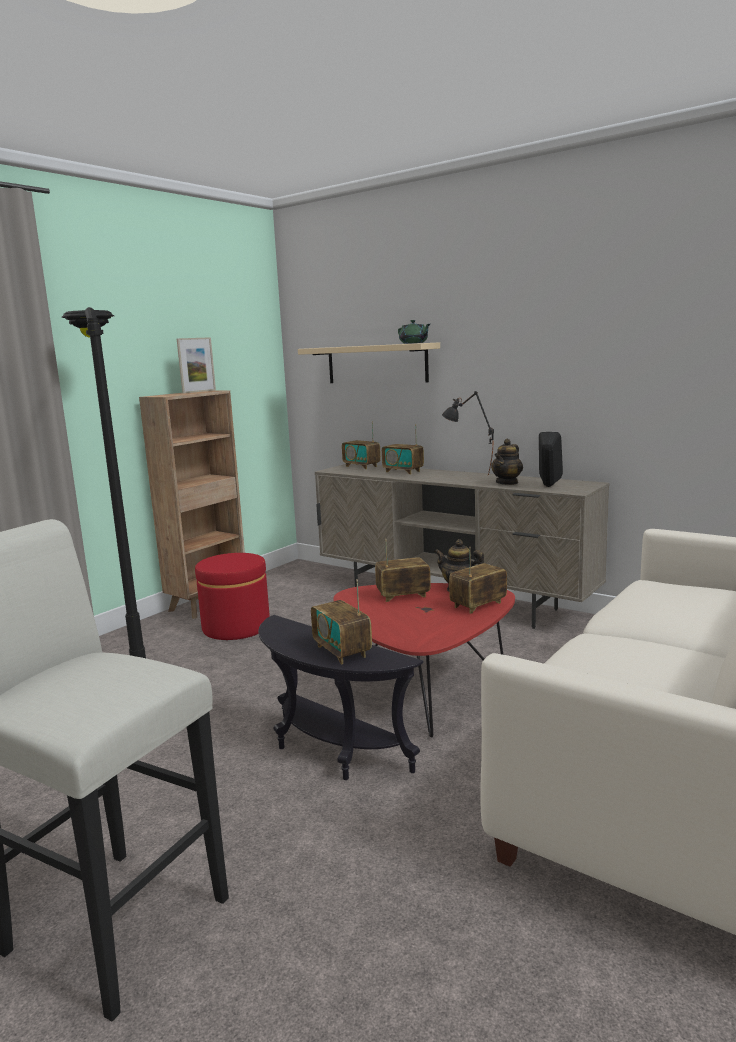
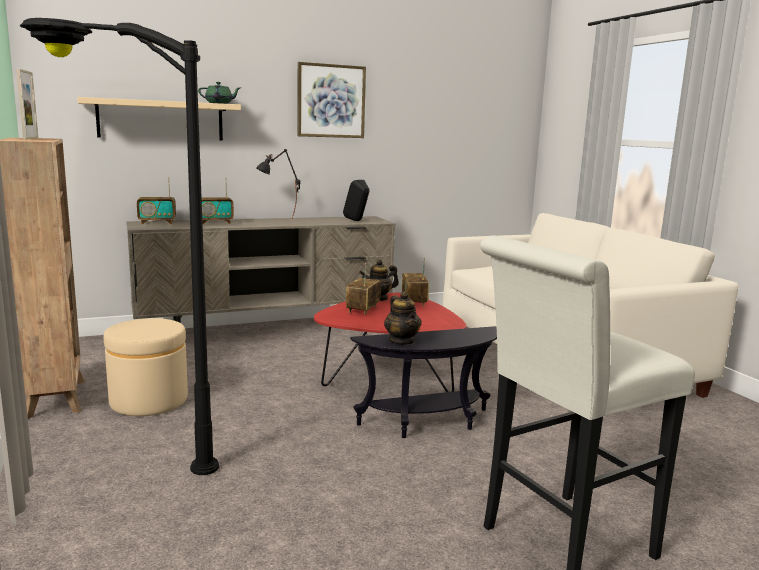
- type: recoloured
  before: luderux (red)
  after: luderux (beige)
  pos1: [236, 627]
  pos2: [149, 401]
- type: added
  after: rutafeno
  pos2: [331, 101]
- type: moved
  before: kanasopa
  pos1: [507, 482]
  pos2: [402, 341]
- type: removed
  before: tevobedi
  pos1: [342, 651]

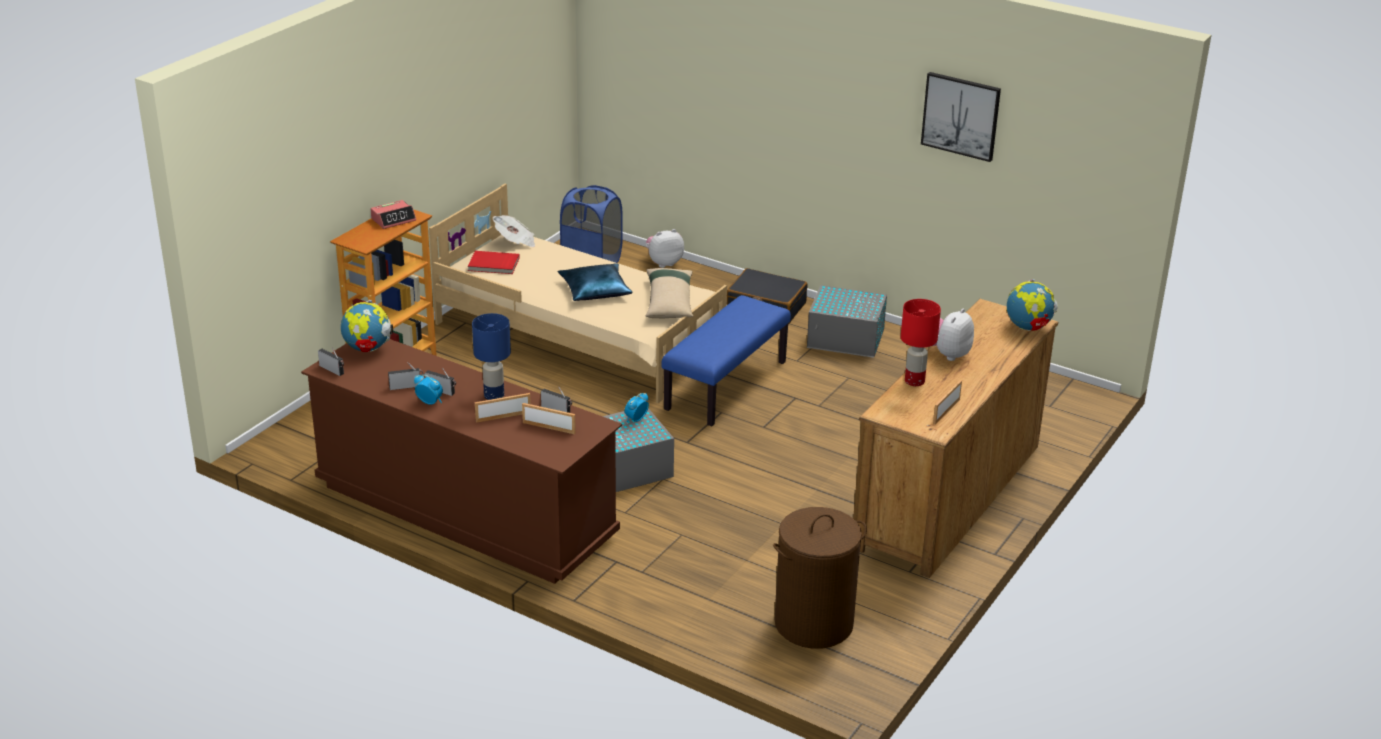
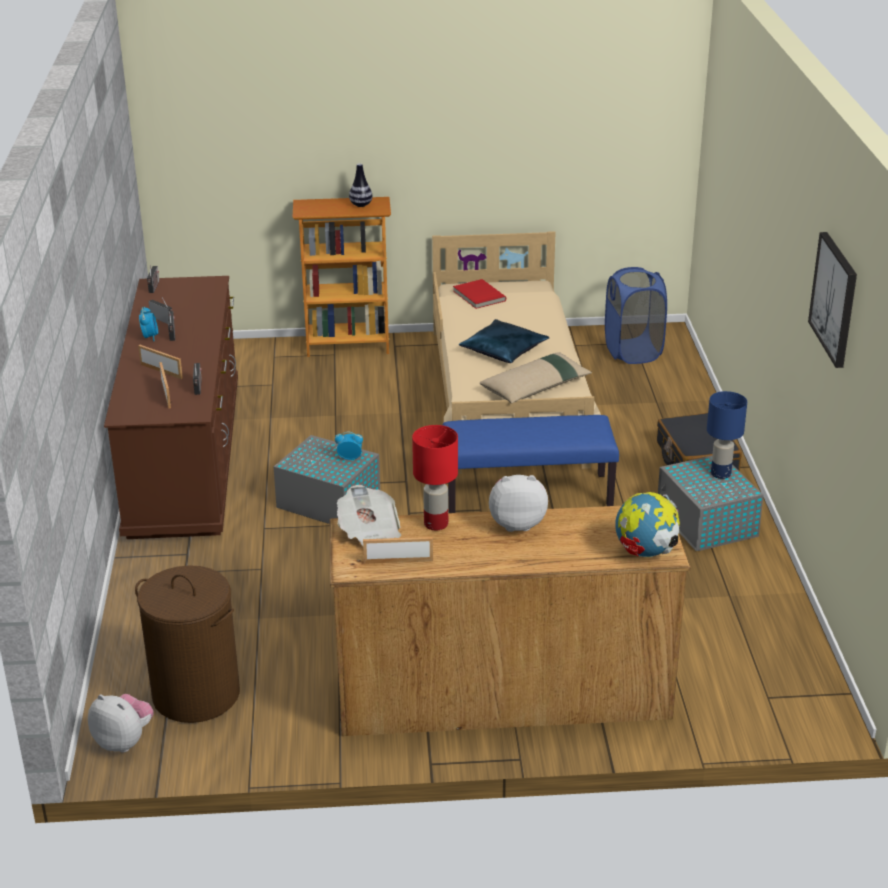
- type: moved
  before: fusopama
  pos1: [664, 263]
  pos2: [124, 741]
- type: moved
  before: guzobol
  pos1: [515, 242]
  pos2: [369, 534]
- type: replaced
  before: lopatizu
  after: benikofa
  pos1: [393, 219]
  pos2: [361, 205]
- type: moved
  before: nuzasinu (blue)
  pos1: [494, 395]
  pos2: [721, 473]
- type: removed
  before: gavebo
  pos1: [367, 349]

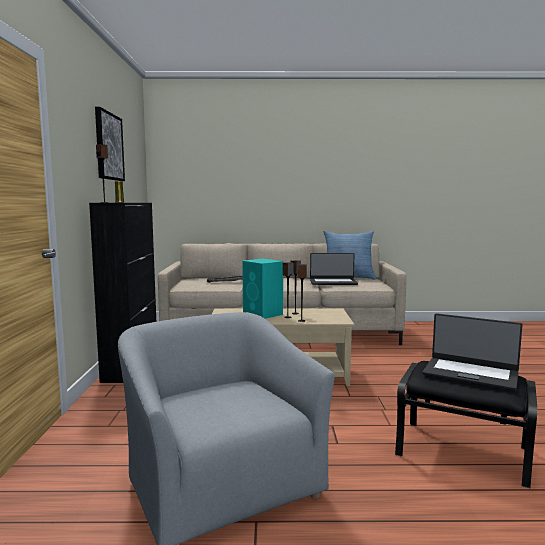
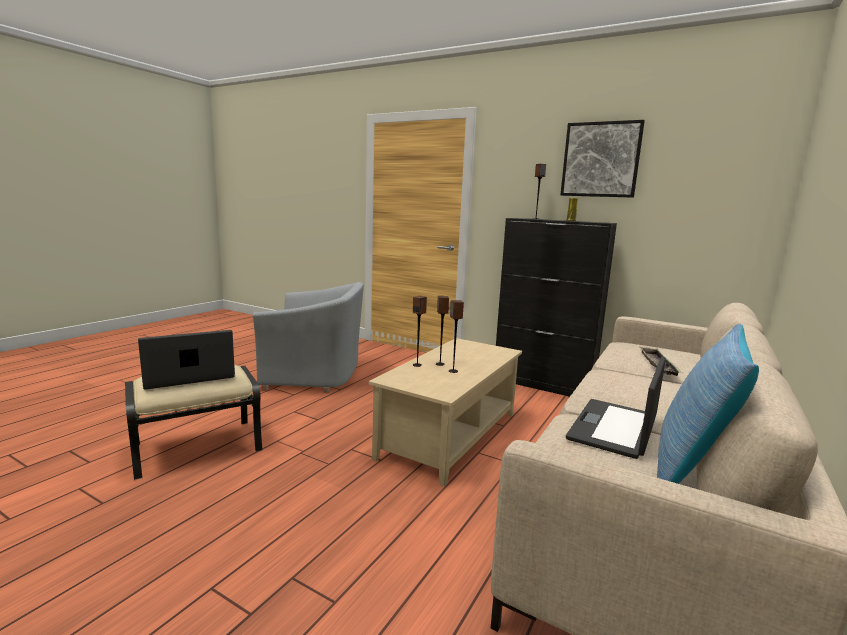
- type: recoloured
  before: luderux (black)
  after: luderux (beige)
  pos1: [463, 451]
  pos2: [196, 448]
- type: removed
  before: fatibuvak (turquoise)
  pos1: [263, 314]

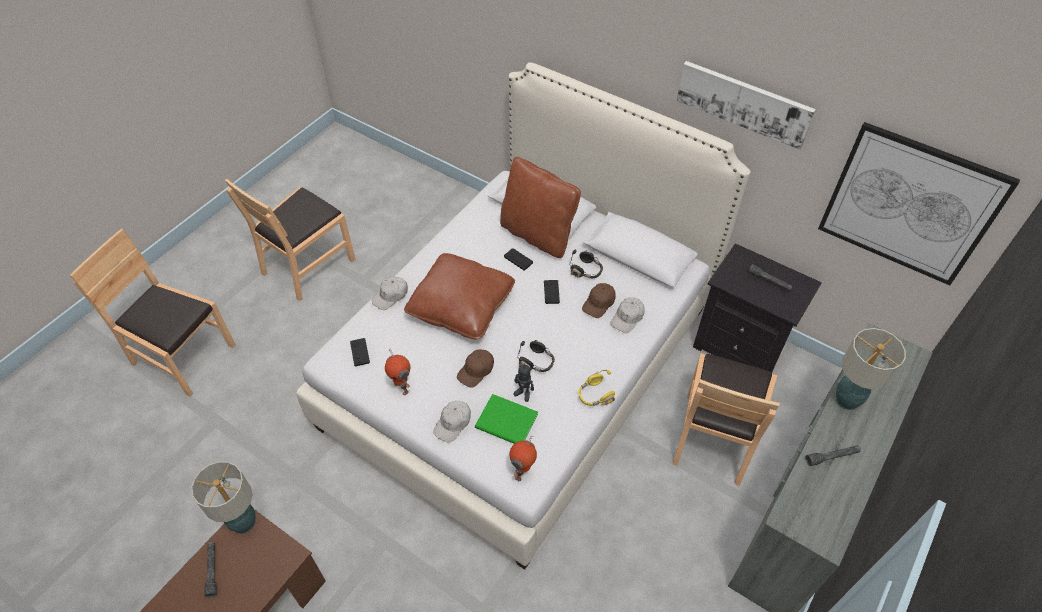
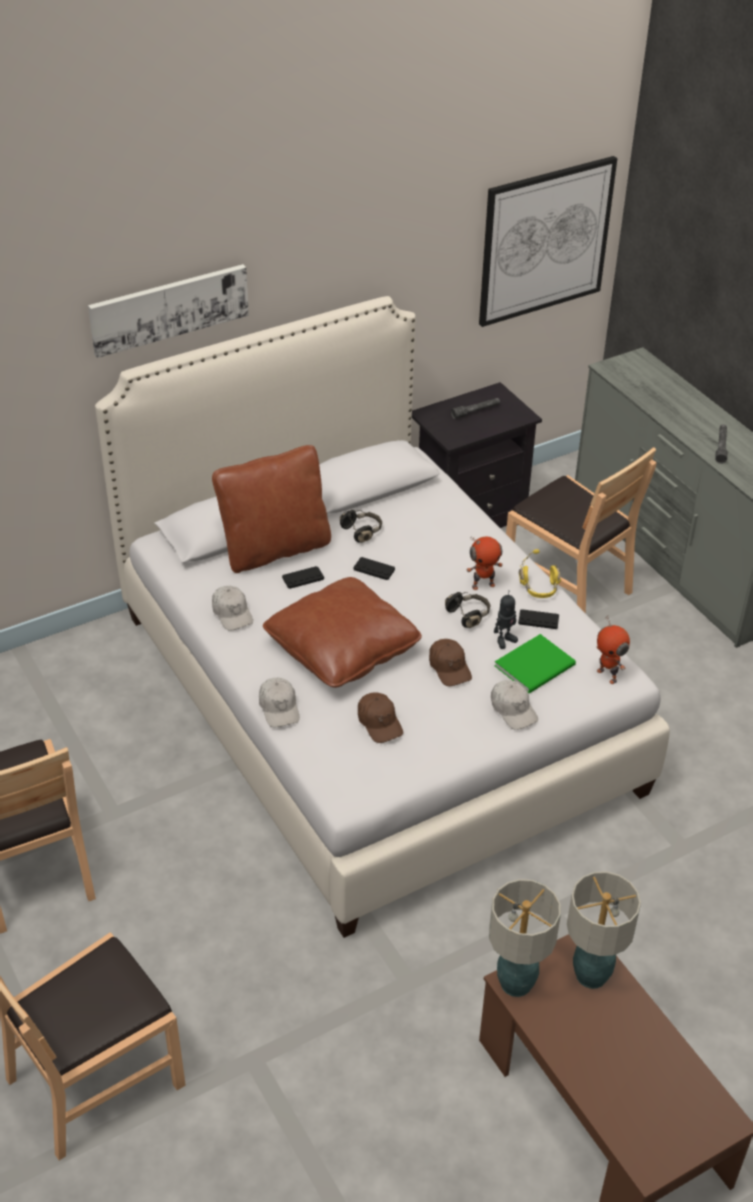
- type: moved
  before: rutafeno
  pos1: [744, 103]
  pos2: [169, 308]
- type: moved
  before: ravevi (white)
  pos1: [627, 318]
  pos2: [232, 613]
- type: moved
  before: ravevi (brown)
  pos1: [599, 303]
  pos2: [379, 722]
- type: moved
  before: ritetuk
  pos1: [402, 387]
  pos2: [483, 585]
- type: moved
  before: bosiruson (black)
  pos1: [360, 352]
  pos2: [538, 620]
- type: moved
  before: nuzasinu
  pos1: [847, 400]
  pos2: [591, 974]
- type: removed
  before: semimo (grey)
  pos1: [212, 570]

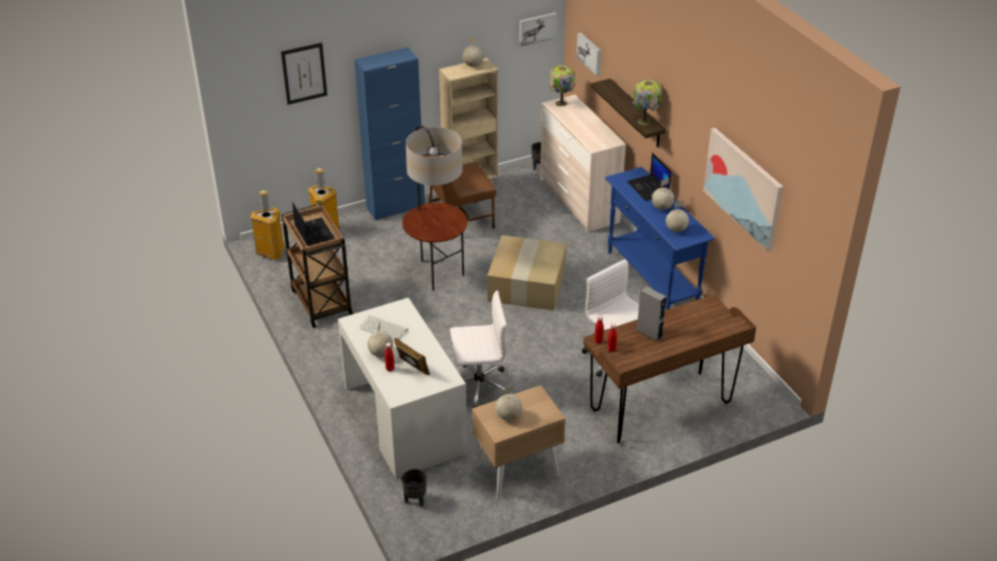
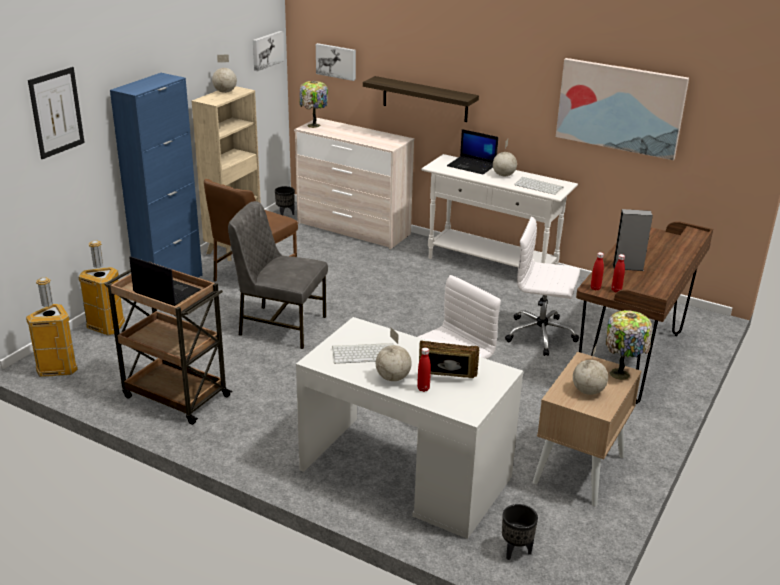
- type: replaced
  before: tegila
  after: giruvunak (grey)
  pos1: [436, 273]
  pos2: [281, 326]
- type: recoloured
  before: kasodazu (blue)
  after: kasodazu (white)
  pos1: [651, 279]
  pos2: [491, 266]
- type: replaced
  before: gavebo
  after: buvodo
  pos1: [676, 230]
  pos2: [539, 186]
- type: moved
  before: nuzasinu
  pos1: [644, 122]
  pos2: [621, 374]
- type: removed
  before: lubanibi
  pos1: [526, 284]

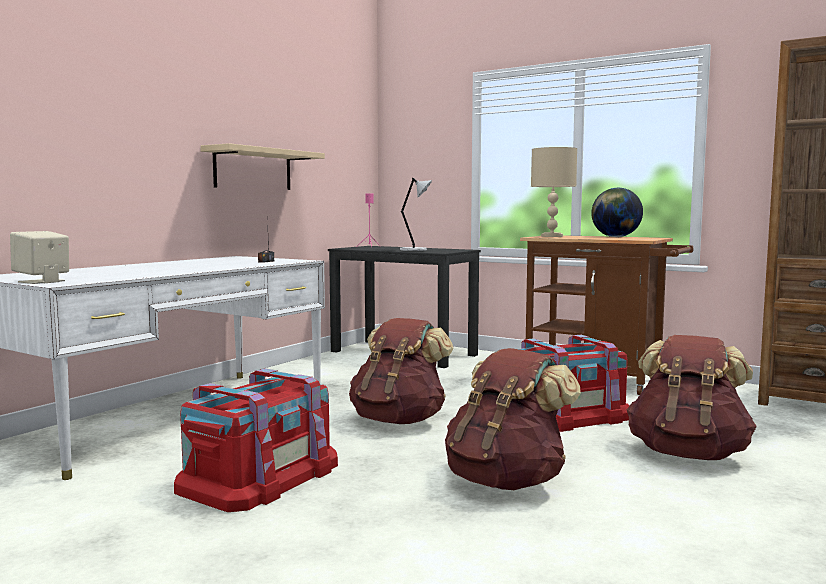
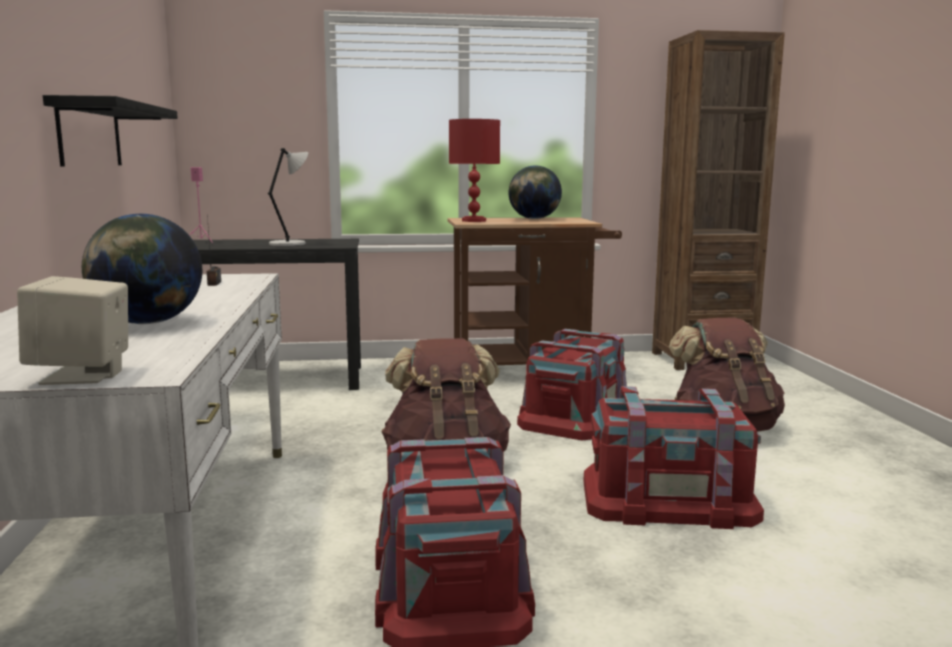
- type: recoloured
  before: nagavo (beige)
  after: nagavo (black)
  pos1: [253, 169]
  pos2: [90, 134]
- type: added
  after: gavebo
  pos2: [147, 323]
- type: recoloured
  before: nuzasinu (beige)
  after: nuzasinu (red)
  pos1: [552, 236]
  pos2: [474, 221]
- type: replaced
  before: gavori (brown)
  after: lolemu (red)
  pos1: [506, 481]
  pos2: [668, 499]

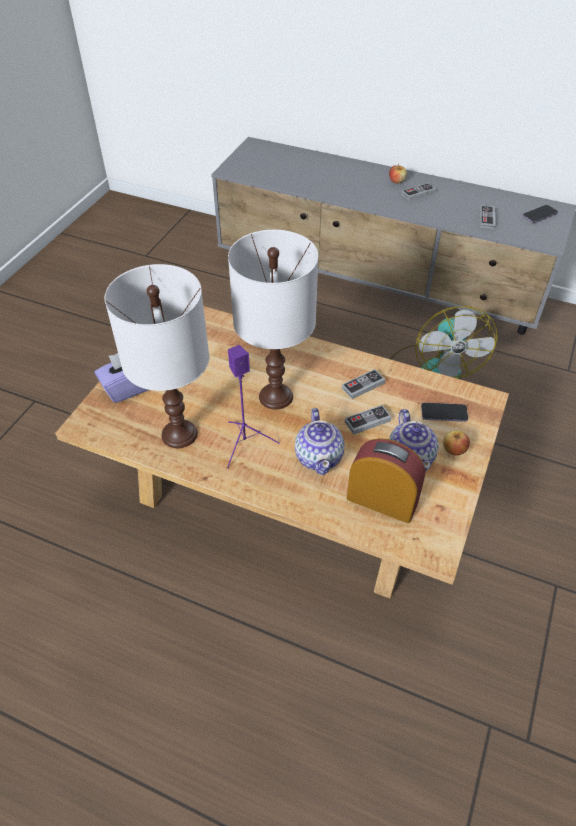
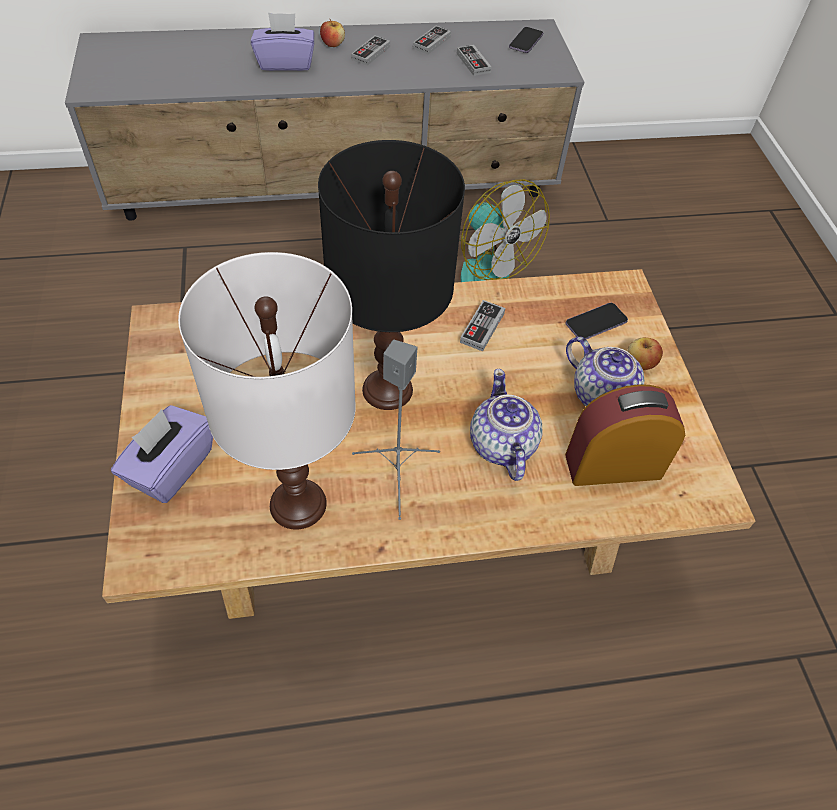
- type: added
  after: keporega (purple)
  pos2: [285, 63]
- type: recoloured
  before: nuzasinu (white)
  after: nuzasinu (black)
  pos1: [276, 396]
  pos2: [388, 389]
- type: recoloured
  before: fatibuvak (purple)
  after: fatibuvak (grey)
  pos1: [246, 443]
  pos2: [398, 473]
- type: moved
  before: bosiruson
  pos1: [367, 421]
  pos2: [431, 42]
- type: turned
  before: kanasopa
  pos1: [319, 457]
  pos2: [501, 446]
  turn: -150

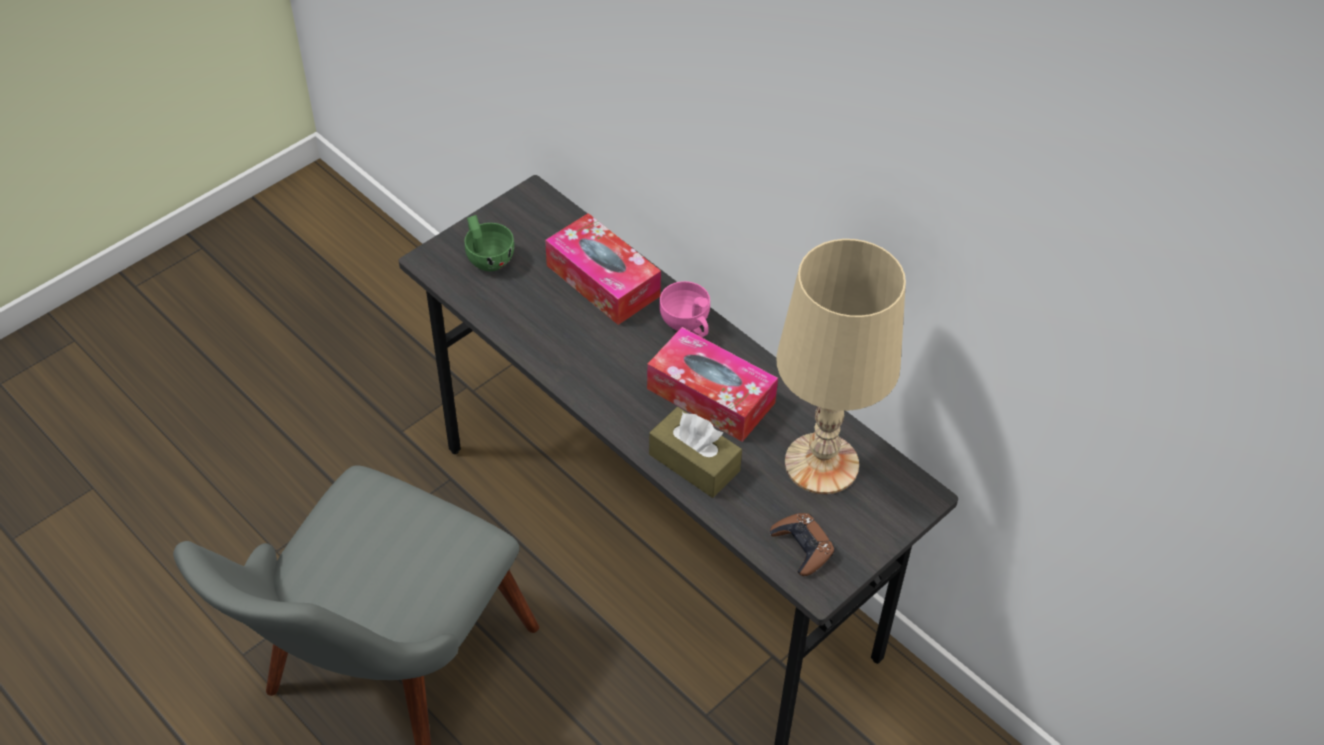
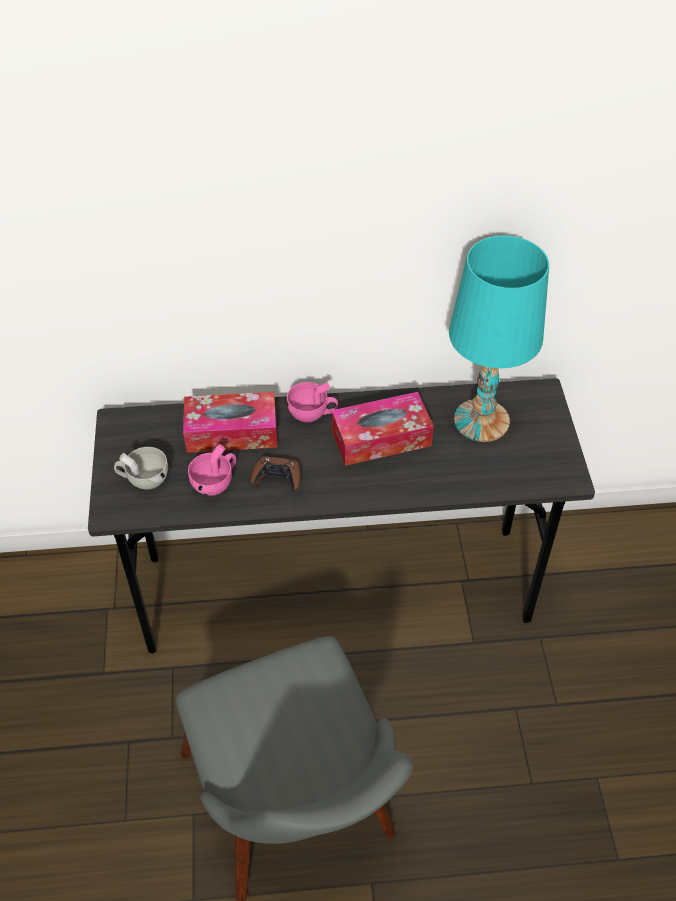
- type: recoloured
  before: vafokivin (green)
  after: vafokivin (white)
  pos1: [487, 257]
  pos2: [143, 479]
- type: added
  after: vafokivin (pink)
  pos2: [216, 482]
- type: moved
  before: bosiruson (brown)
  pos1: [802, 547]
  pos2: [277, 477]
- type: recoloured
  before: nuzasinu (beige)
  after: nuzasinu (turquoise)
  pos1: [821, 463]
  pos2: [480, 420]
- type: removed
  before: keporega (brown)
  pos1: [694, 462]

